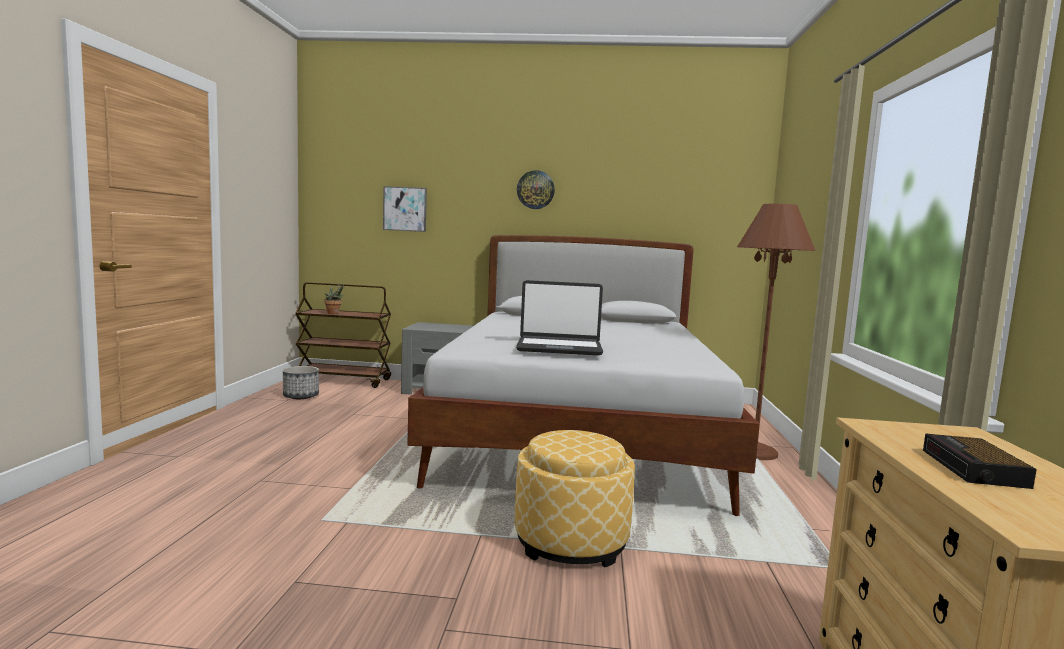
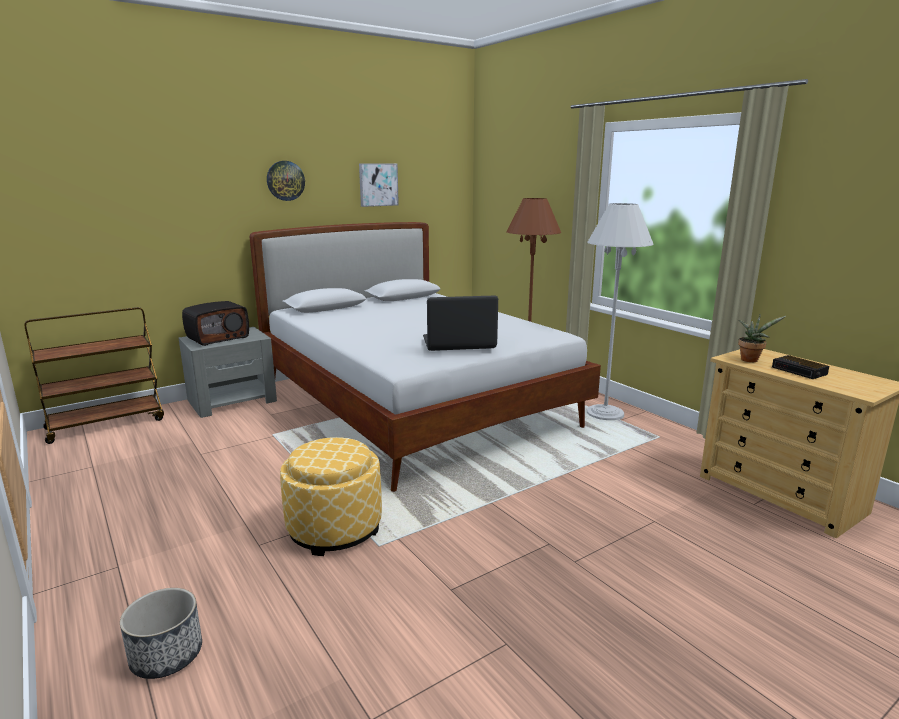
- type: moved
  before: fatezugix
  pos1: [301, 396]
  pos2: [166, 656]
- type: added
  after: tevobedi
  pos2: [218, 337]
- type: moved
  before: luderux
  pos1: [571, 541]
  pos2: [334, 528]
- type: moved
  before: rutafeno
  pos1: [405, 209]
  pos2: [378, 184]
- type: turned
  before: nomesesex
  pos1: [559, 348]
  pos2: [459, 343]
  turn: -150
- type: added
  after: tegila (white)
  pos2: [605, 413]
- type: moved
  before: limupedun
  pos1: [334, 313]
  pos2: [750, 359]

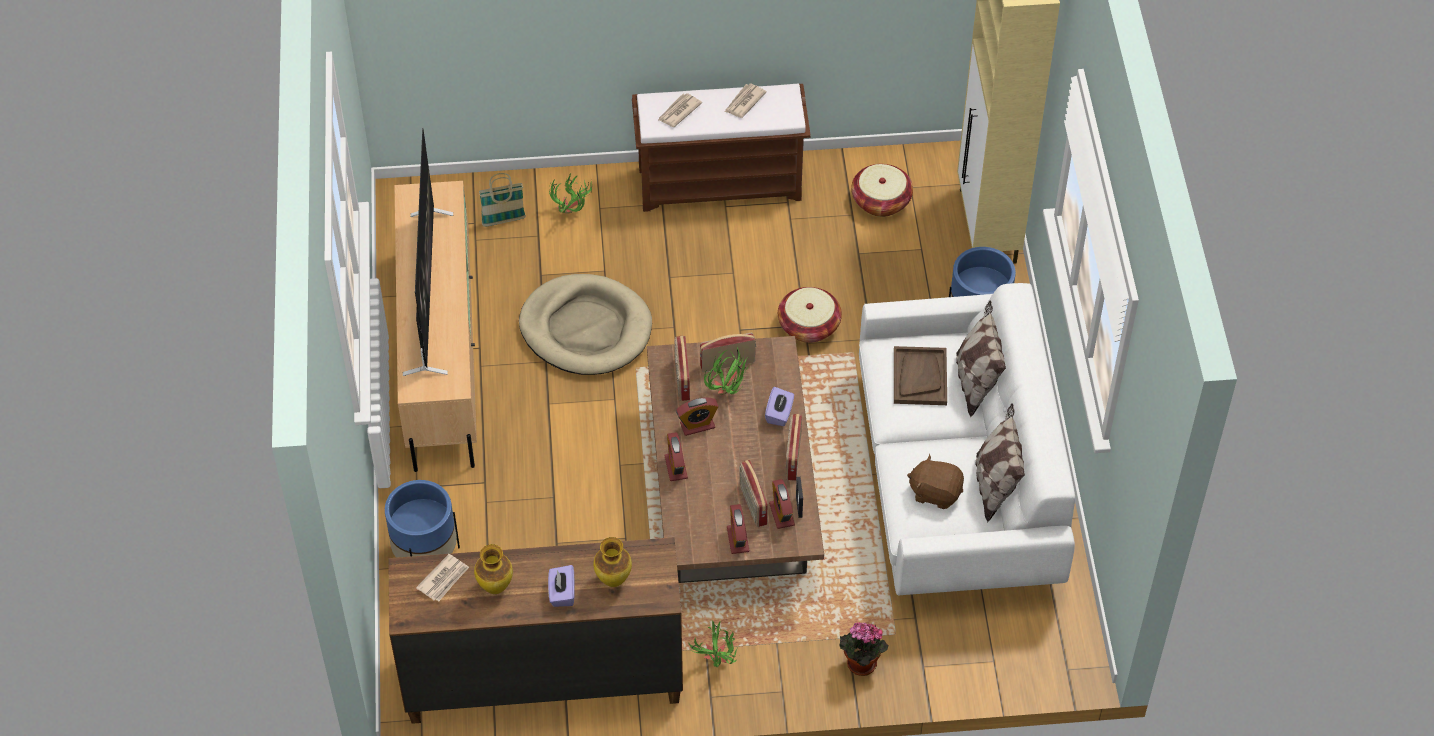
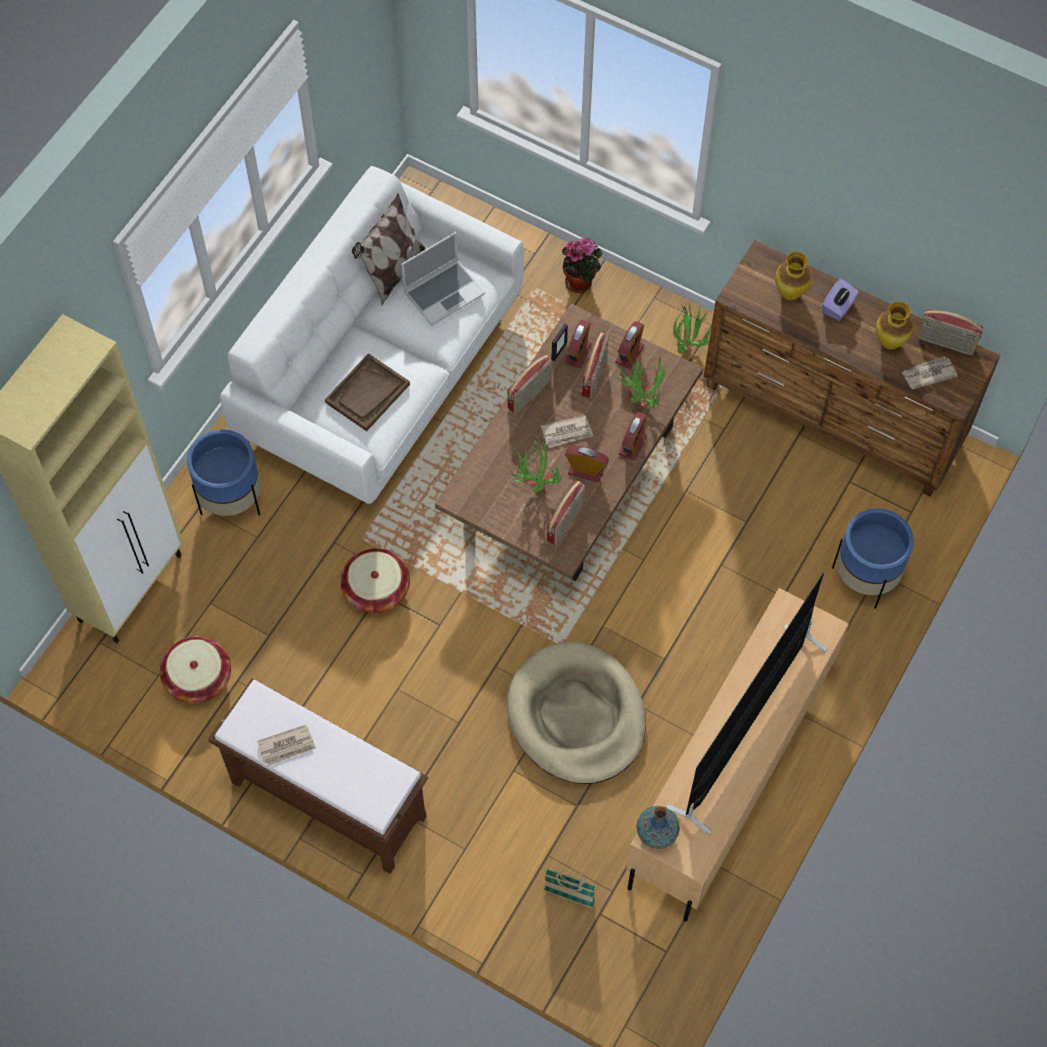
- type: replaced
  before: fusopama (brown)
  after: nomesesex
  pos1: [935, 492]
  pos2: [444, 292]
- type: moved
  before: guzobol
  pos1: [678, 112]
  pos2: [567, 433]
- type: moved
  before: limupedun
  pos1: [572, 215]
  pos2: [640, 399]
- type: added
  after: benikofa
  pos2: [656, 832]
- type: moved
  before: tevobedi
  pos1: [727, 363]
  pos2: [945, 343]
- type: removed
  before: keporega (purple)
  pos1: [779, 414]
- type: removed
  before: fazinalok
  pos1: [976, 382]

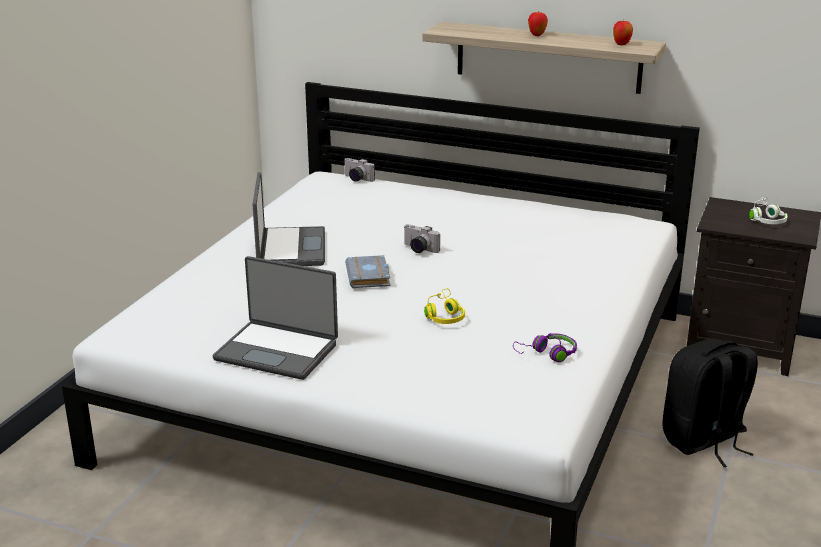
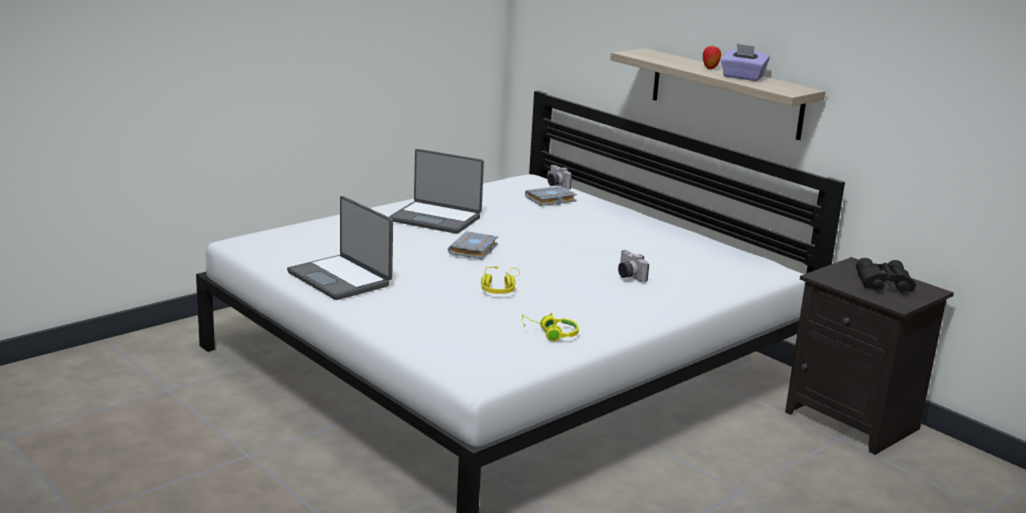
- type: turned
  before: nomesesex
  pos1: [289, 248]
  pos2: [436, 218]
  turn: 90
- type: recoloured
  before: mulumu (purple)
  after: mulumu (yellow)
  pos1: [547, 354]
  pos2: [551, 334]
- type: added
  after: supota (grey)
  pos2: [550, 200]
- type: moved
  before: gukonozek
  pos1: [418, 249]
  pos2: [628, 276]
- type: added
  after: keporega (purple)
  pos2: [742, 77]
- type: replaced
  before: mulumu (white)
  after: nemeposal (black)
  pos1: [766, 219]
  pos2: [882, 284]
- type: removed
  before: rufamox
  pos1: [621, 44]
- type: removed
  before: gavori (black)
  pos1: [704, 441]

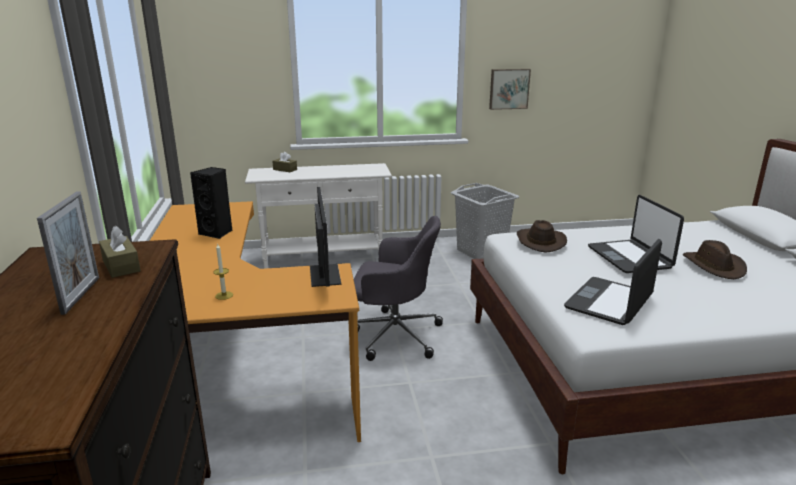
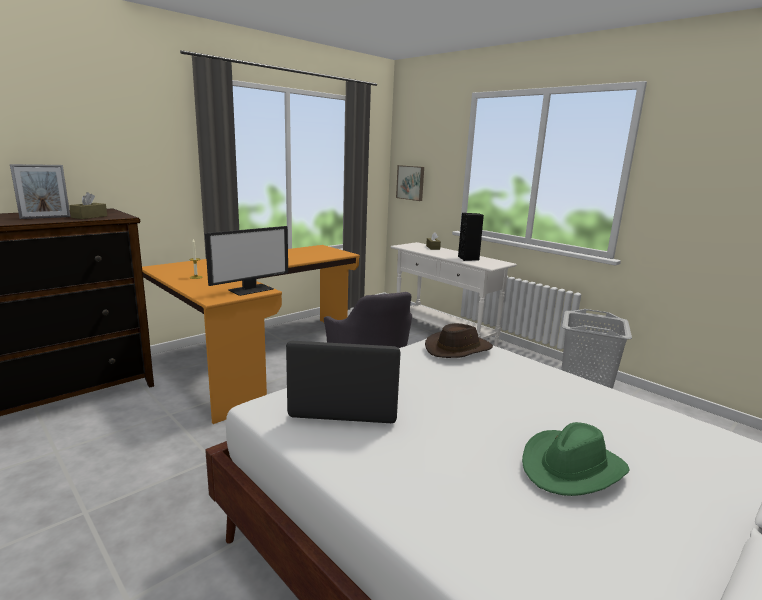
- type: moved
  before: rutafeno
  pos1: [509, 88]
  pos2: [411, 182]
- type: moved
  before: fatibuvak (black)
  pos1: [217, 233]
  pos2: [468, 259]
- type: recoloured
  before: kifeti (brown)
  after: kifeti (green)
  pos1: [714, 266]
  pos2: [572, 468]
- type: removed
  before: nomesesex
  pos1: [630, 257]

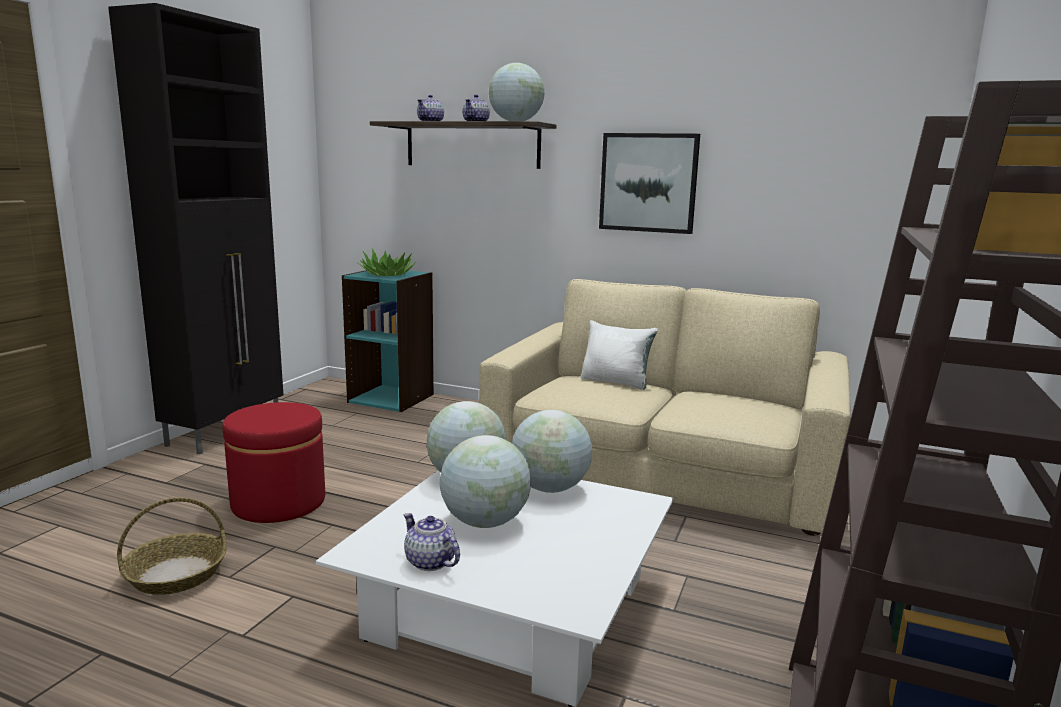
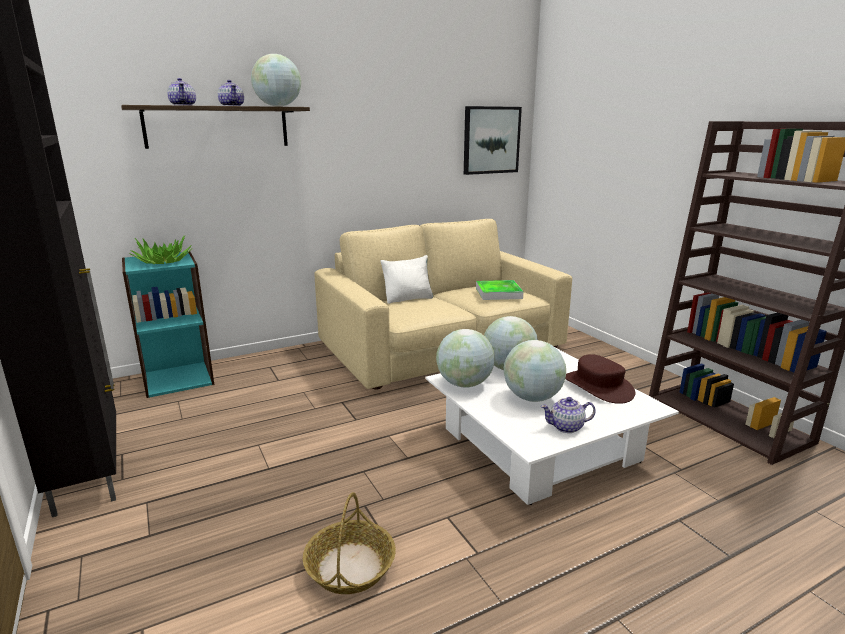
- type: moved
  before: rutafeno
  pos1: [648, 183]
  pos2: [491, 140]
- type: added
  after: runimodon
  pos2: [498, 293]
- type: added
  after: kifeti (brown)
  pos2: [598, 386]
- type: removed
  before: luderux (red)
  pos1: [278, 502]

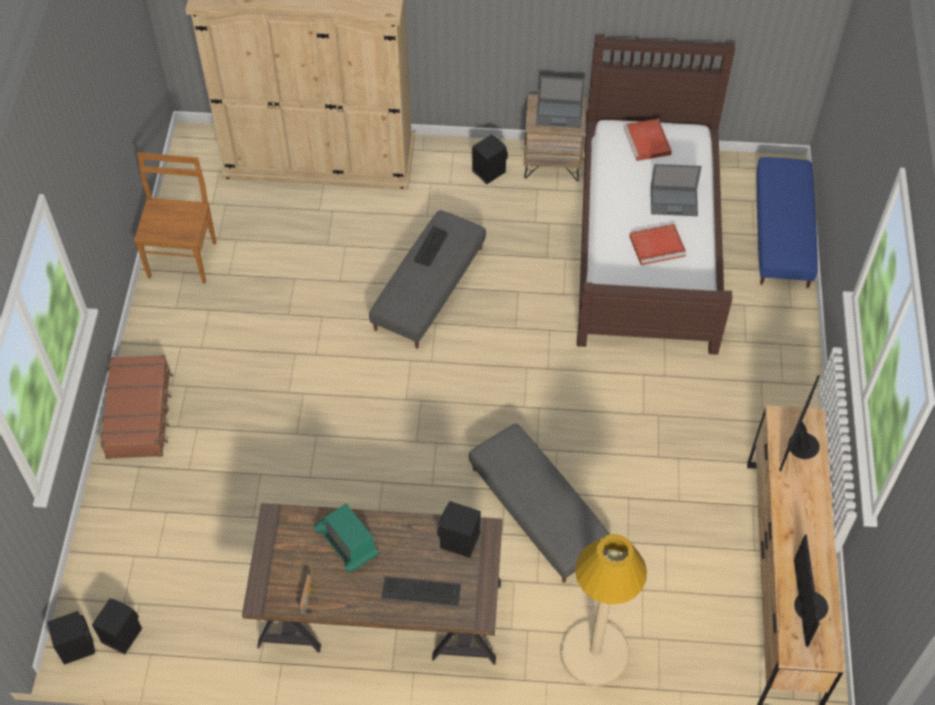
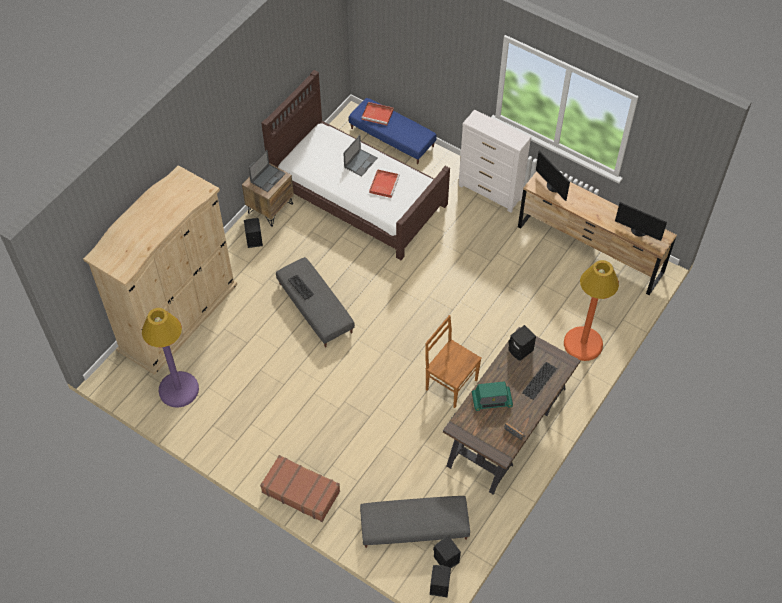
- type: added
  after: tegila (purple)
  pos2: [178, 389]
- type: moved
  before: luderux (grey)
  pos1: [539, 511]
  pos2: [414, 526]
- type: moved
  before: runimodon (red)
  pos1: [648, 142]
  pos2: [378, 114]
- type: moved
  before: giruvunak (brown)
  pos1: [183, 258]
  pos2: [450, 384]
- type: added
  after: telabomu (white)
  pos2: [490, 192]
- type: recoloured
  before: tegila (beige)
  after: tegila (orange)
  pos1: [594, 652]
  pos2: [583, 344]

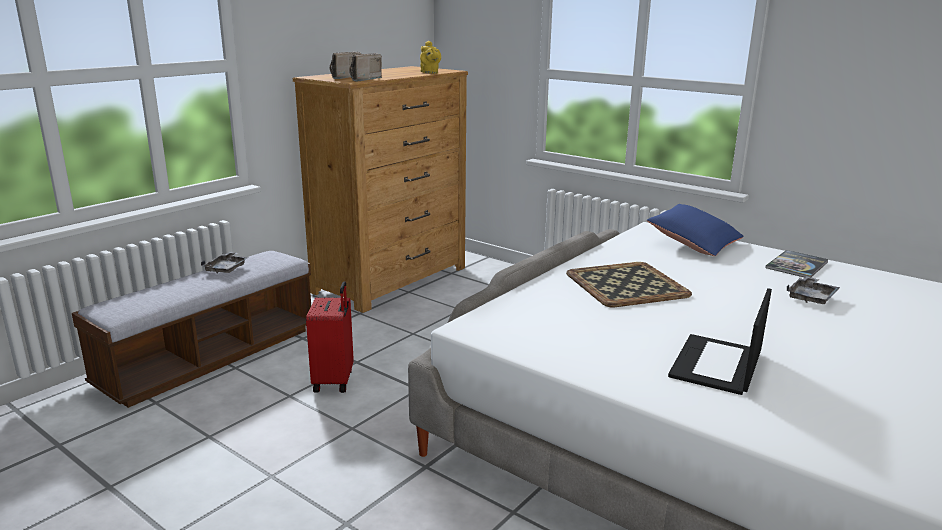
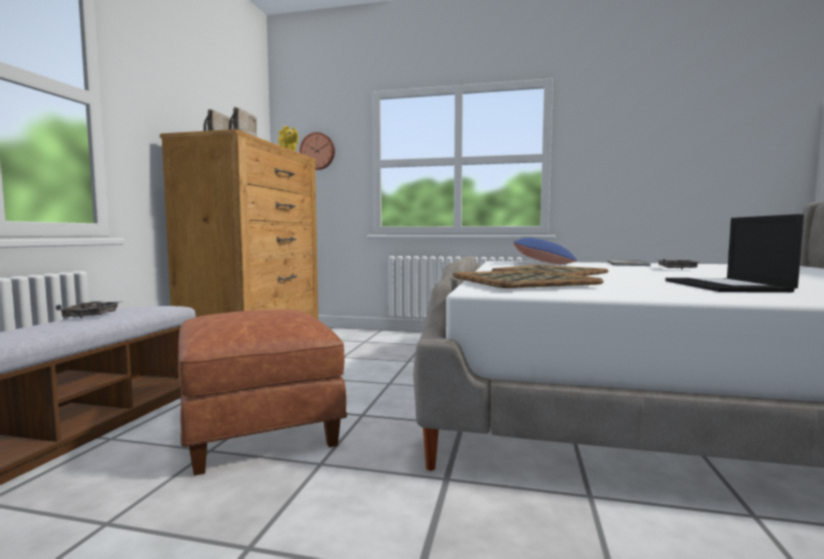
- type: replaced
  before: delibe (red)
  after: luderux (brown)
  pos1: [335, 381]
  pos2: [260, 426]
- type: added
  after: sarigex
  pos2: [318, 151]
- type: added
  after: runimodon
  pos2: [524, 280]

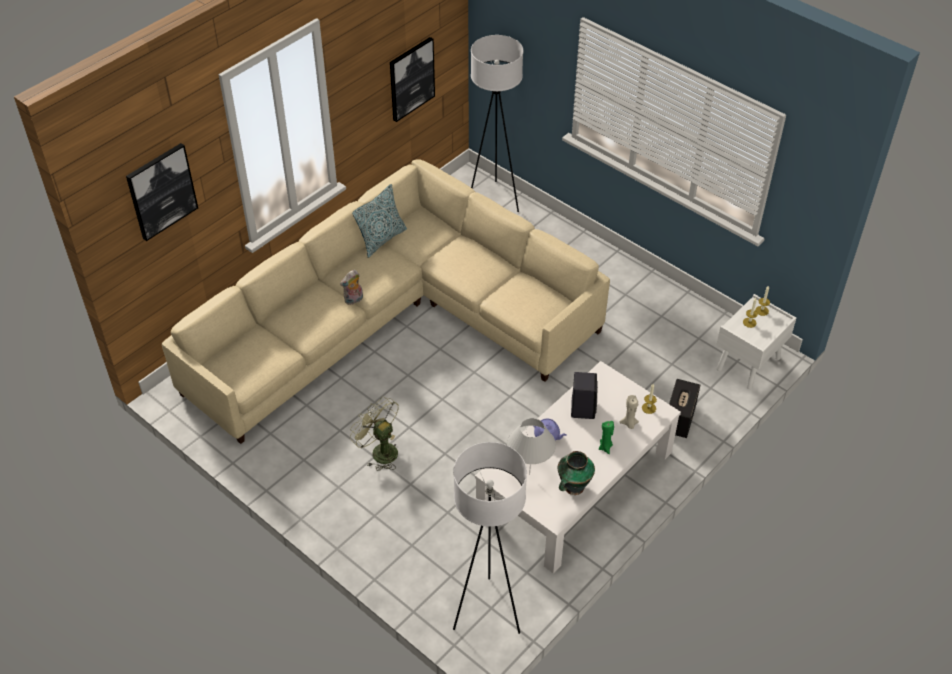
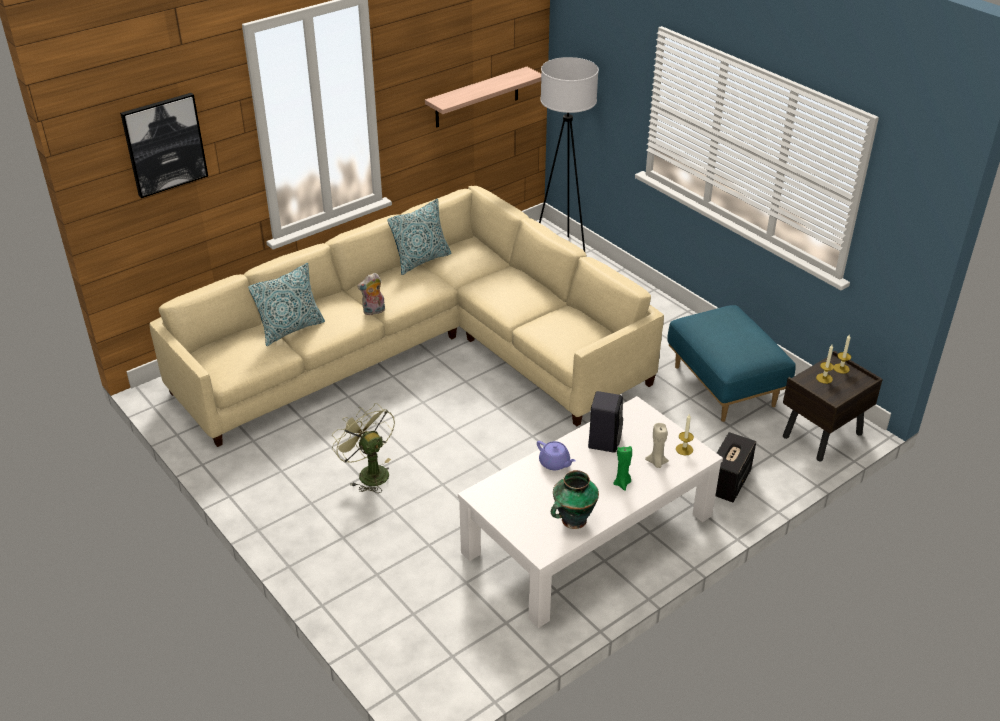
- type: added
  after: fazinalok
  pos2: [291, 329]
- type: replaced
  before: rutafeno
  after: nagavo
  pos1: [411, 78]
  pos2: [477, 97]
- type: added
  after: luderux (blue)
  pos2: [725, 386]
- type: recoloured
  before: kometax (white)
  after: kometax (brown)
  pos1: [748, 364]
  pos2: [822, 436]
- type: removed
  before: tegila (white)
  pos1: [487, 612]
- type: removed
  before: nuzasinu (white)
  pos1: [529, 474]

